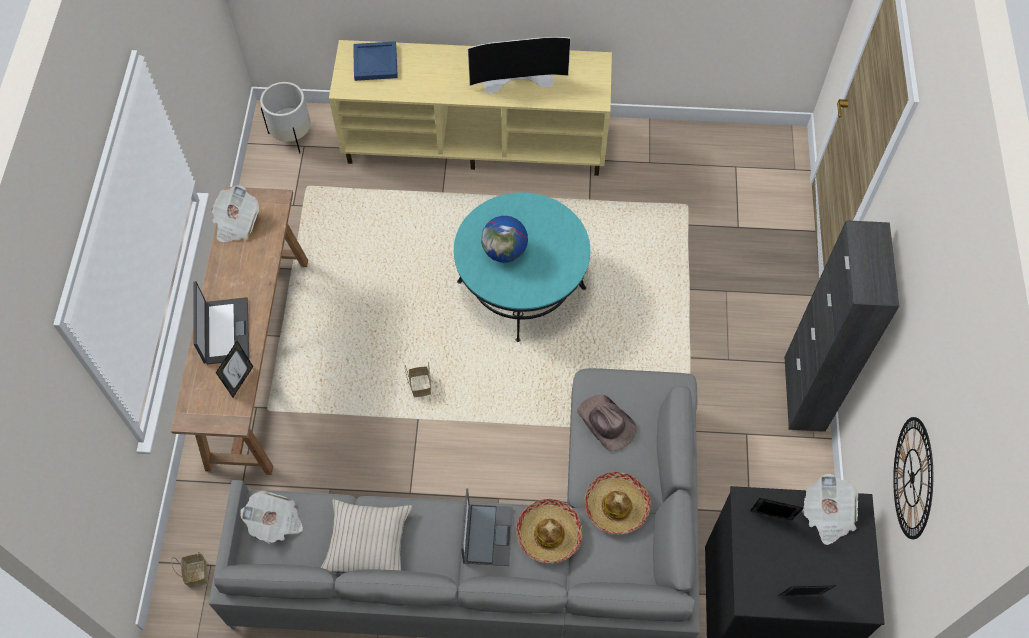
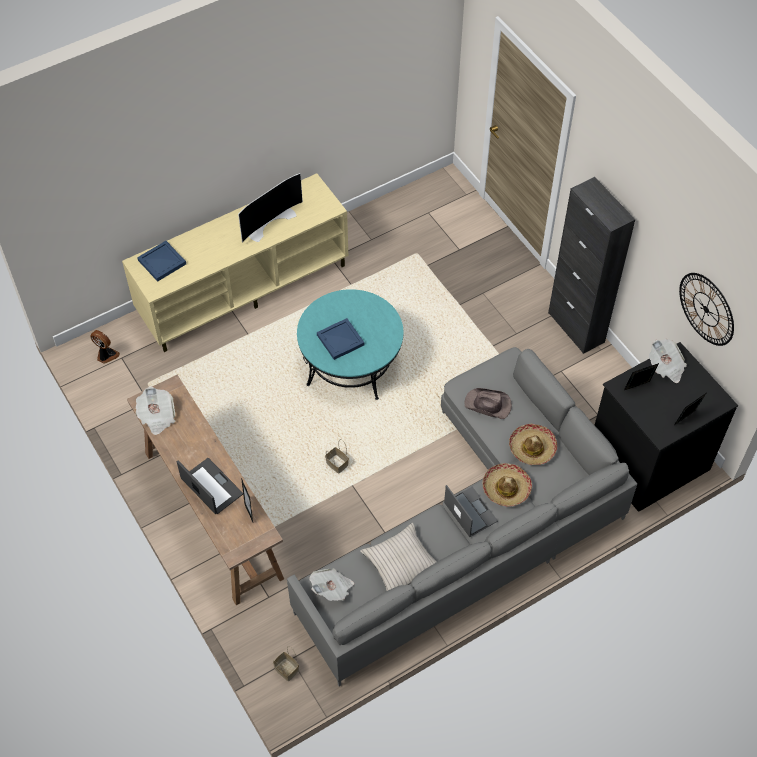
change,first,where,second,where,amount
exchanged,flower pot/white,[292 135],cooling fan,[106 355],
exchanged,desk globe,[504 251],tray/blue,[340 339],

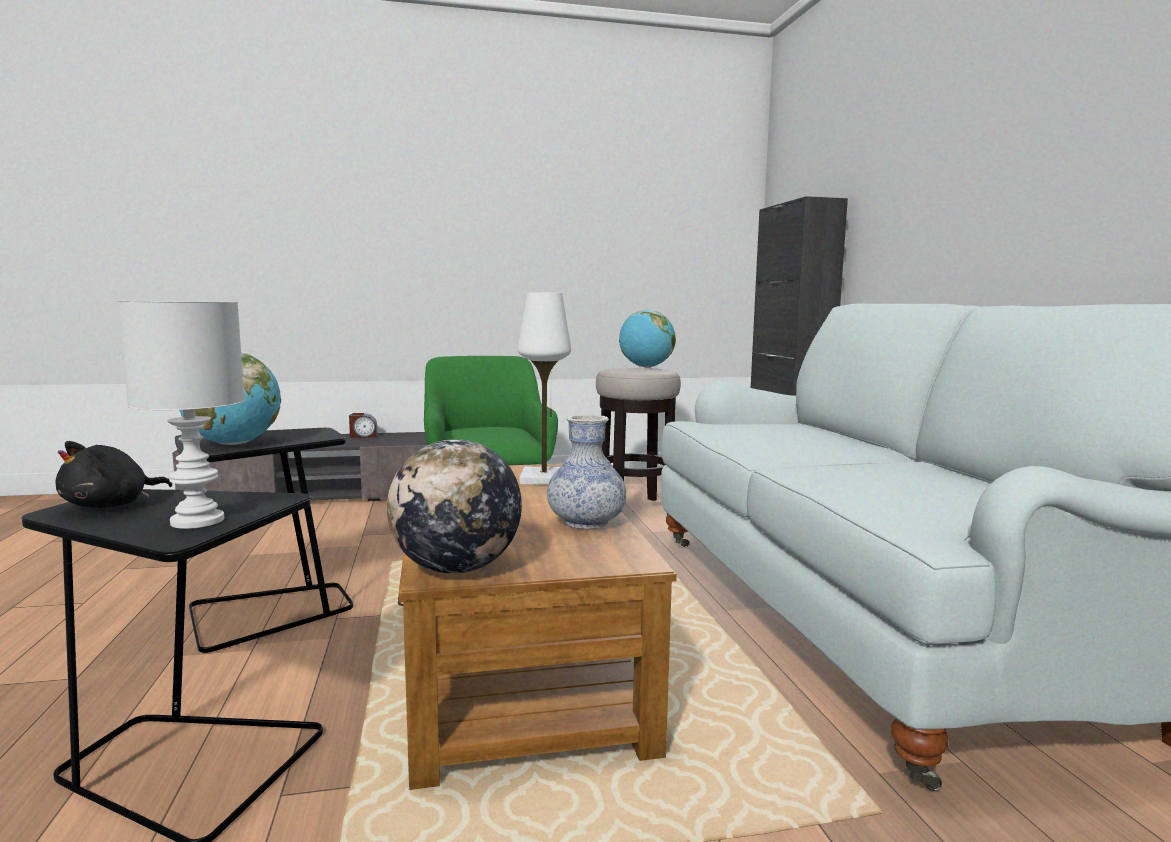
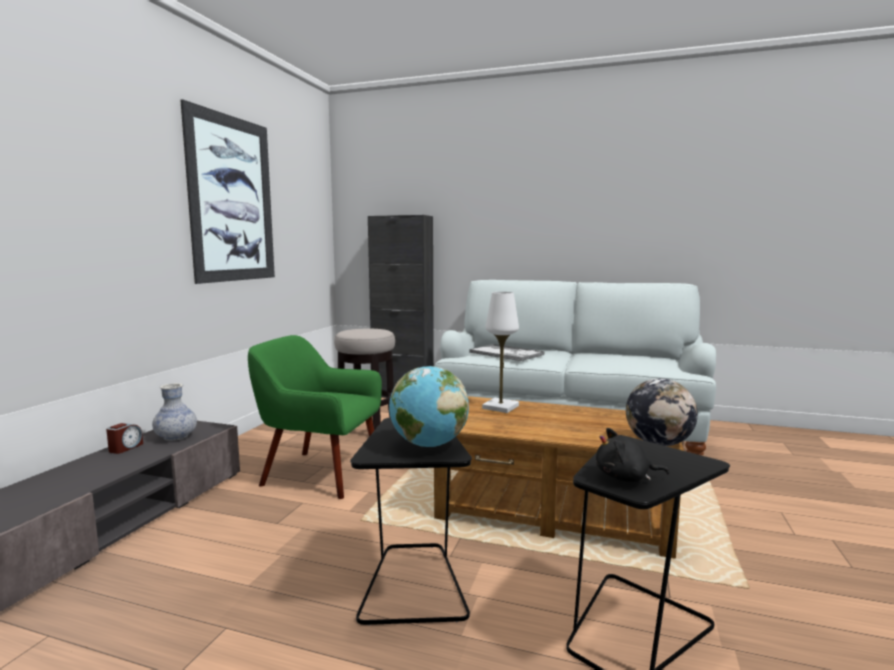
change,first,where,second,where,amount
relocated,decorative vase,[586 522],,[176 437],
appeared,,,picture,[232 199],
appeared,,,tray,[506 353],
spun,soft toy/black,[111 505],,[626 478],120 degrees clockwise
missing,tabletop lamp/white,[199 520],,,
missing,desk globe,[646 367],,,

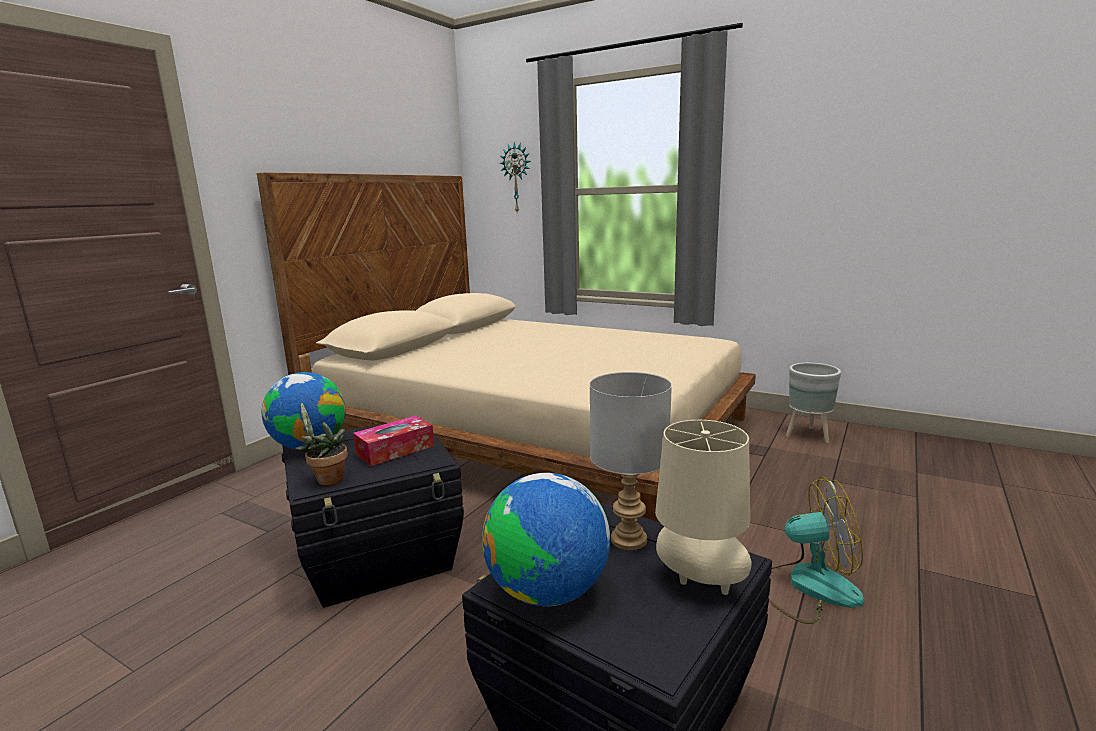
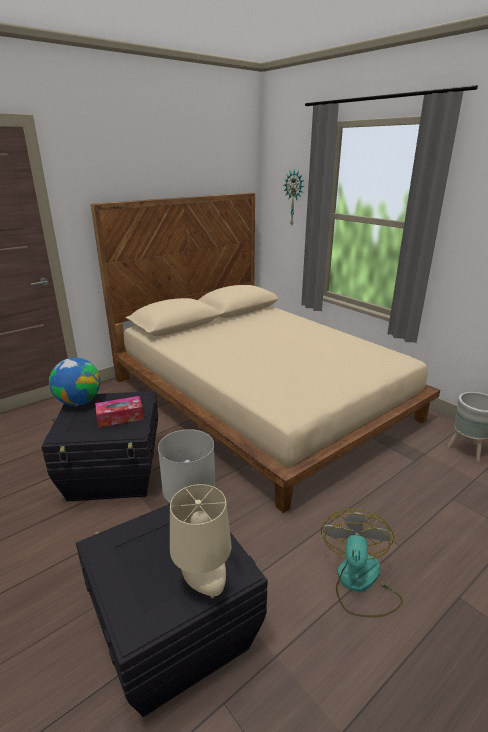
change,first,where,second,where,amount
spun,cooling fan,[807 587],,[359 583],105 degrees counterclockwise
missing,plant in a pot,[327 479],,,
missing,desk globe,[548 592],,,

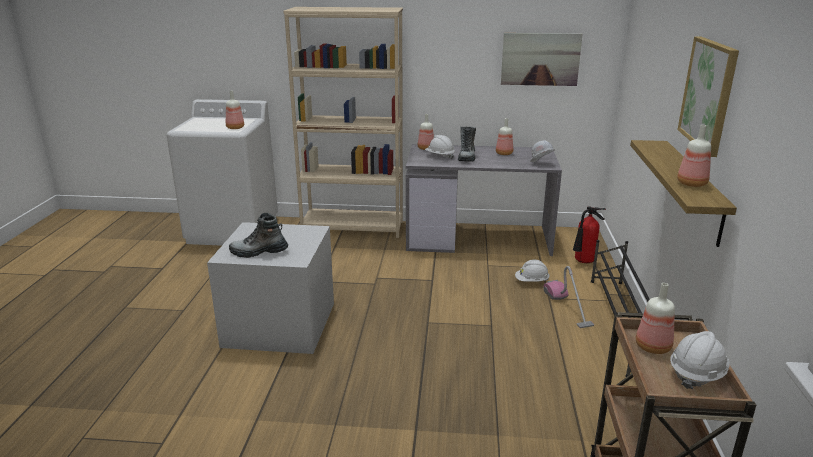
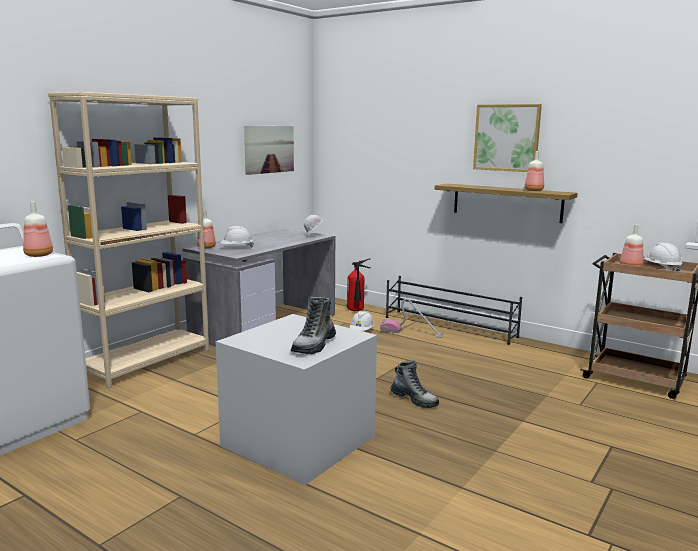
change,first,where,second,where,amount
relocated,tall boot,[467 157],,[414 400],
missing,drink bottle,[503 153],,,

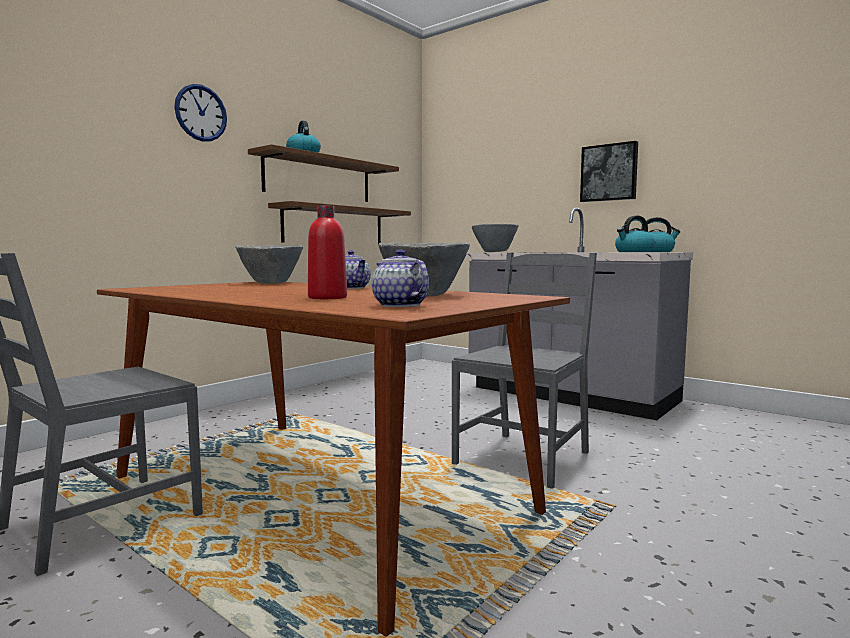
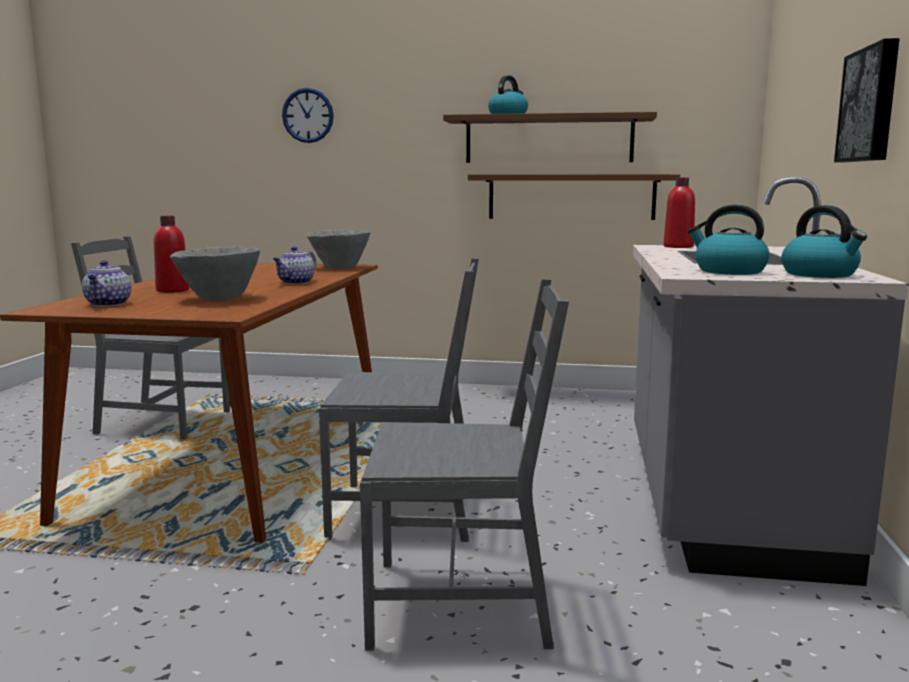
change,first,where,second,where,amount
spun,teapot,[399 305],,[108 304],150 degrees clockwise
relocated,hanging clock,[201 113],,[308 115],
appeared,,,plain chair/grey,[462 603],
exchanged,deep dish/grey,[494 252],drink bottle/red,[678 247],

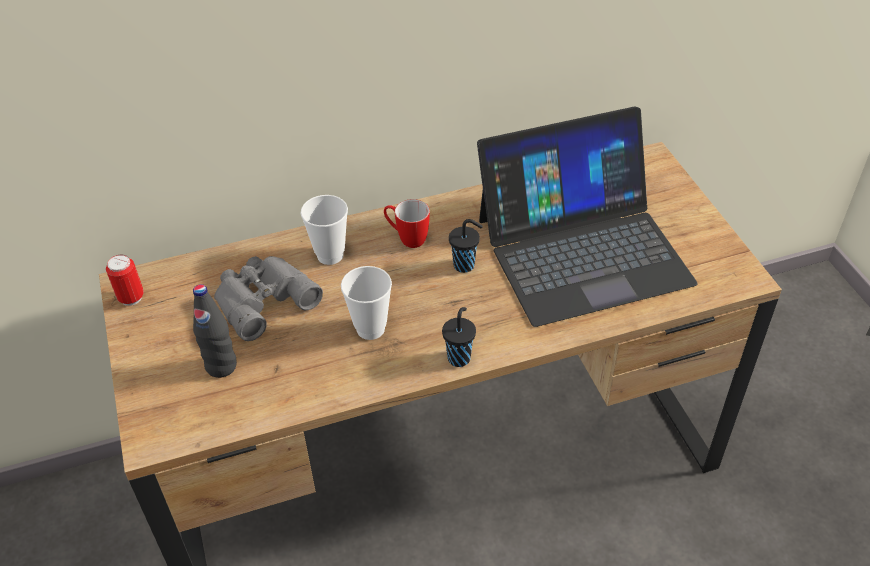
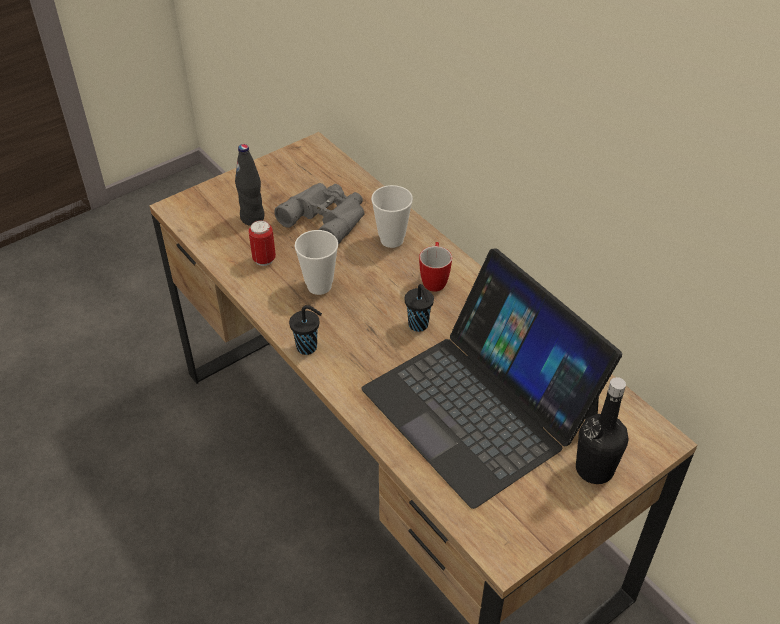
change,first,where,second,where,amount
relocated,metal can,[131 298],,[264 259],
appeared,,,drink bottle/black,[594 469],

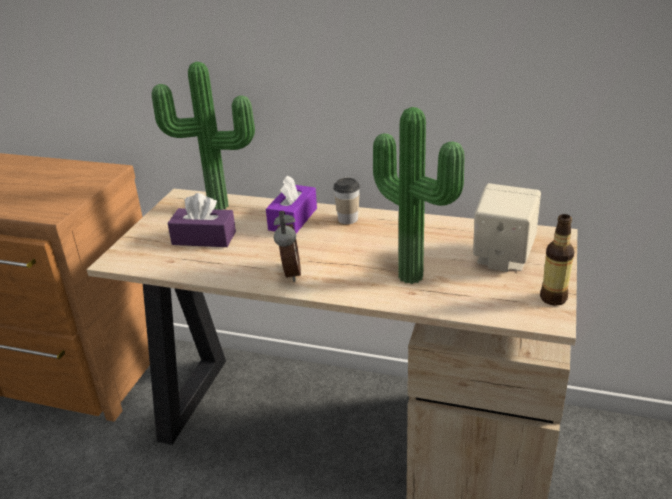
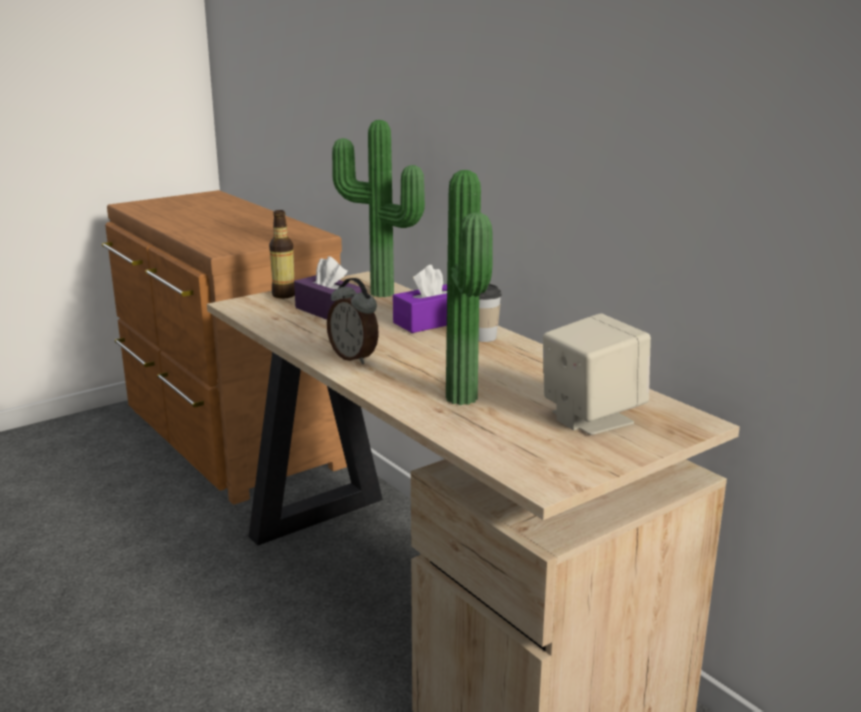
change,first,where,second,where,amount
relocated,drink bottle,[553 298],,[284 295],
spun,bedside clock,[289 273],,[354 357],105 degrees clockwise

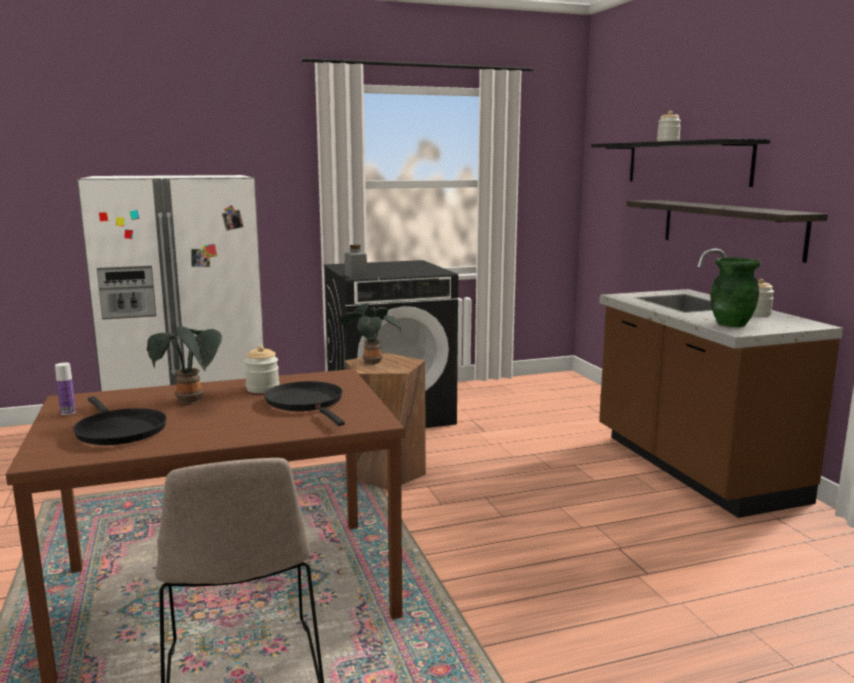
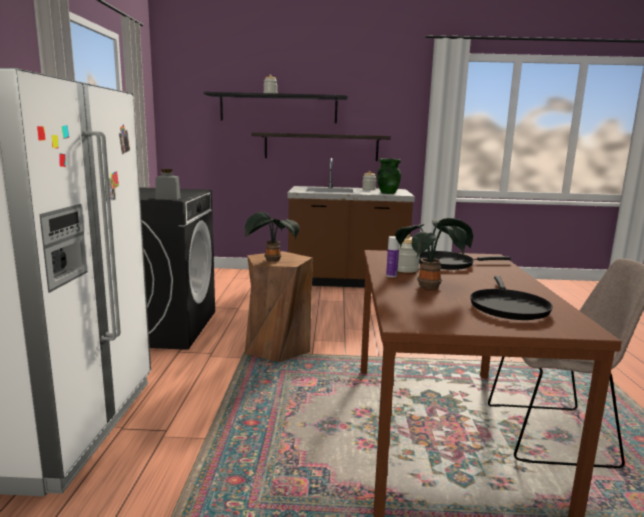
change,first,where,second,where,amount
relocated,drink bottle,[68 412],,[391 275],
spun,skillet/black,[118 430],,[507 307],120 degrees clockwise

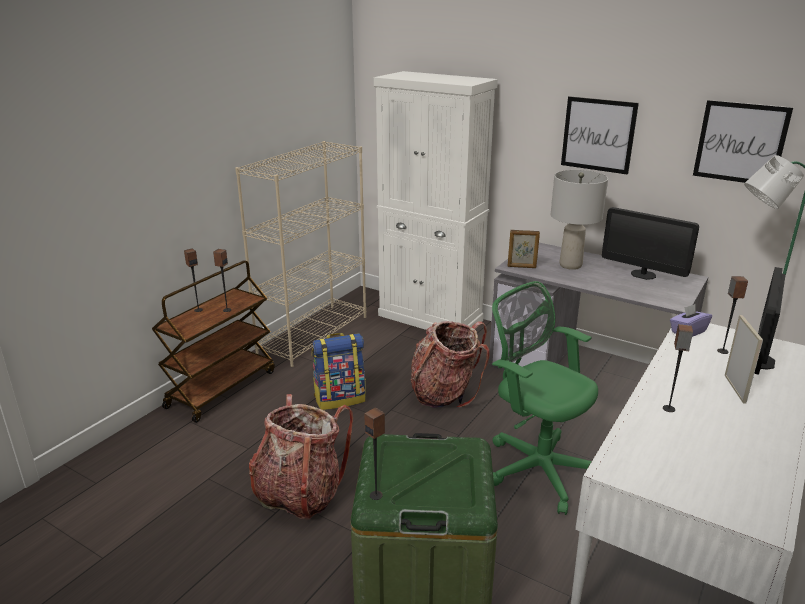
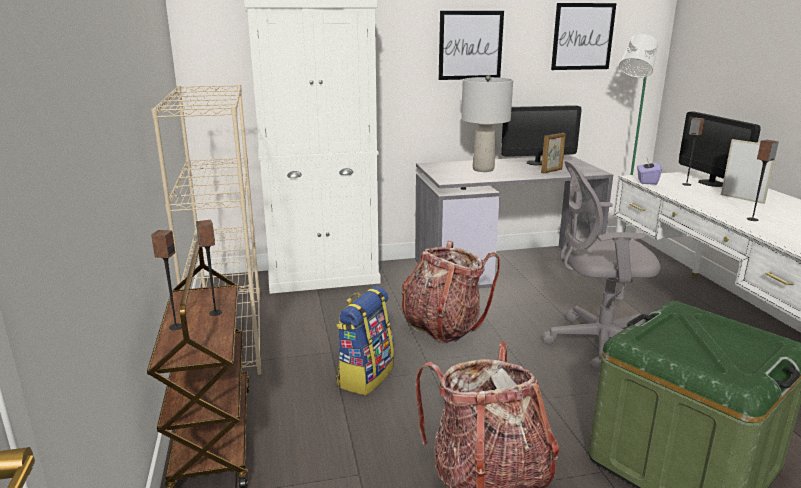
change,first,where,second,where,amount
relocated,photo frame,[521 267],,[552 171],
colour,computer chair/greenish,[537 467],computer chair/grey,[597 343],
missing,loudspeaker,[376 495],,,

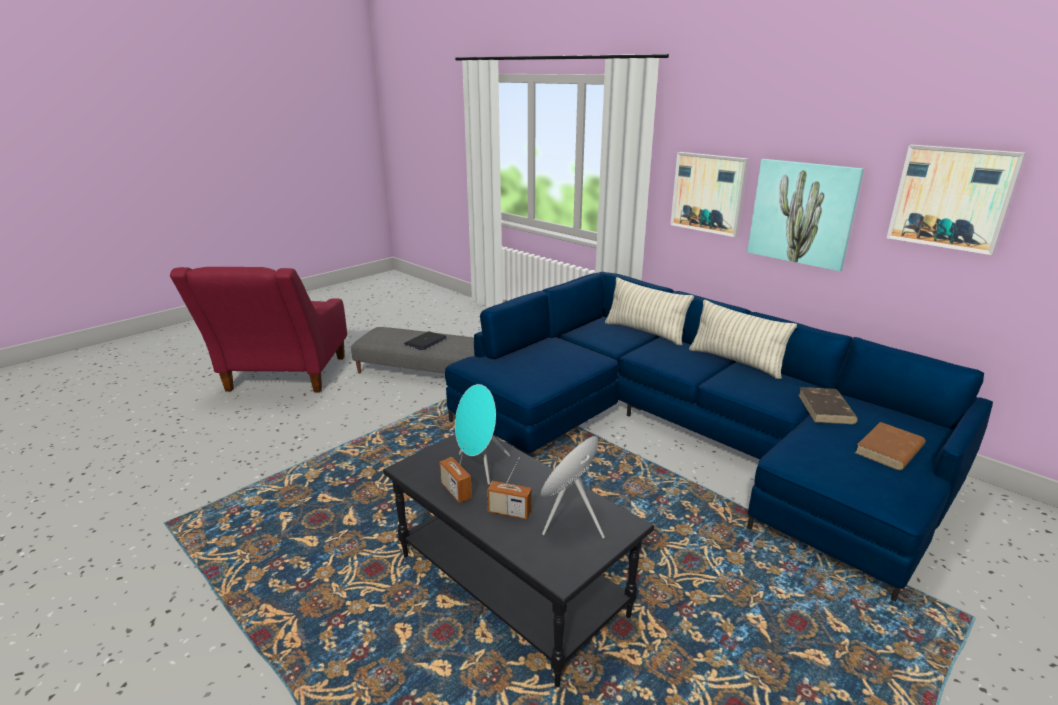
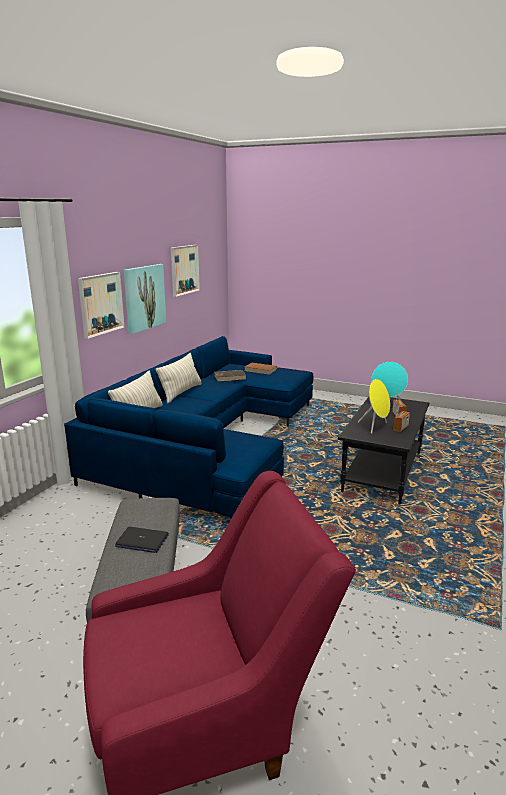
change,first,where,second,where,amount
colour,loudspeaker/turquoise,[480 466],loudspeaker/yellow-coloured,[375 427],

